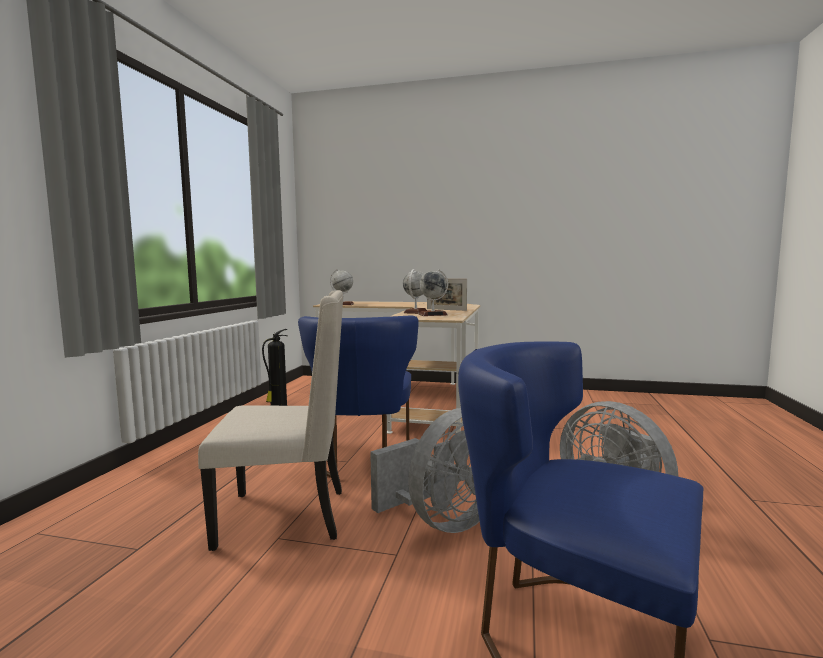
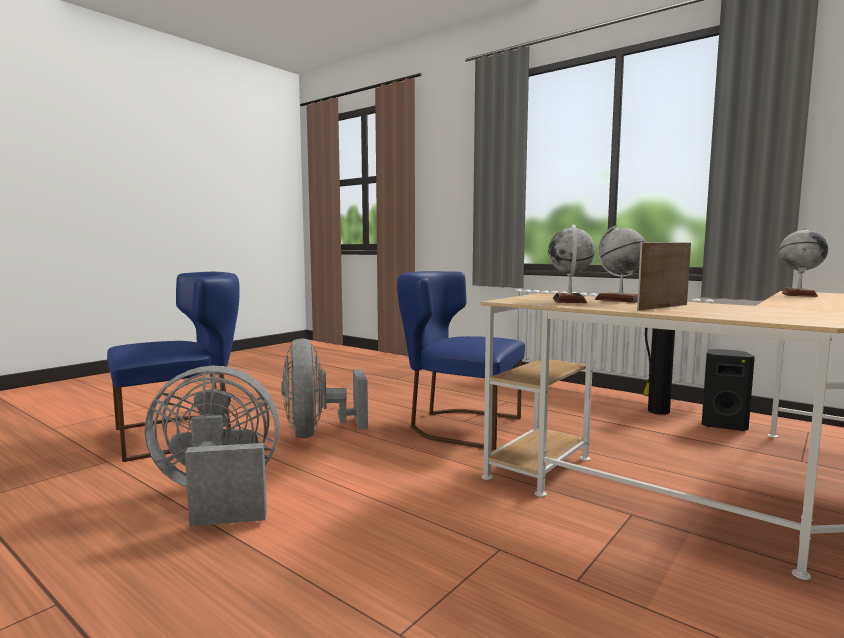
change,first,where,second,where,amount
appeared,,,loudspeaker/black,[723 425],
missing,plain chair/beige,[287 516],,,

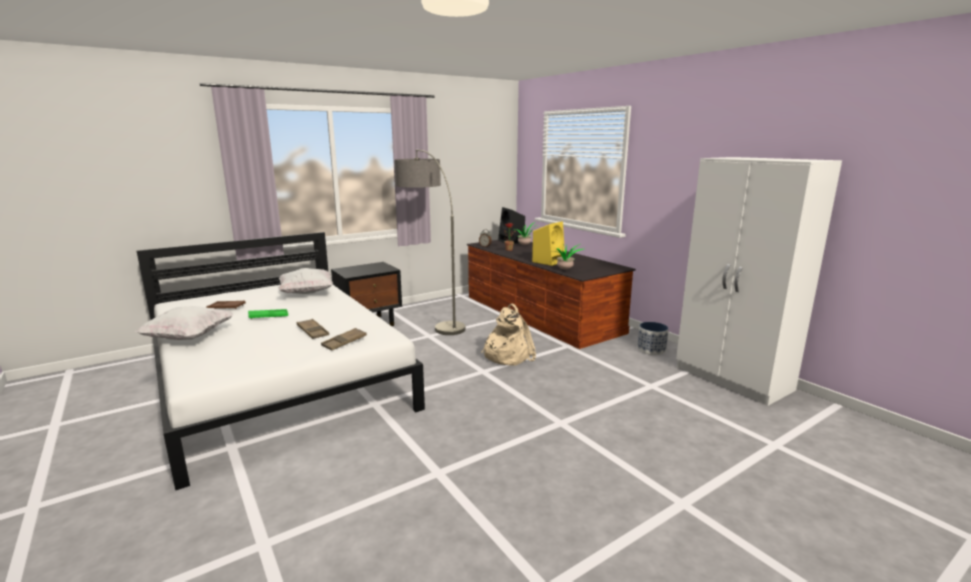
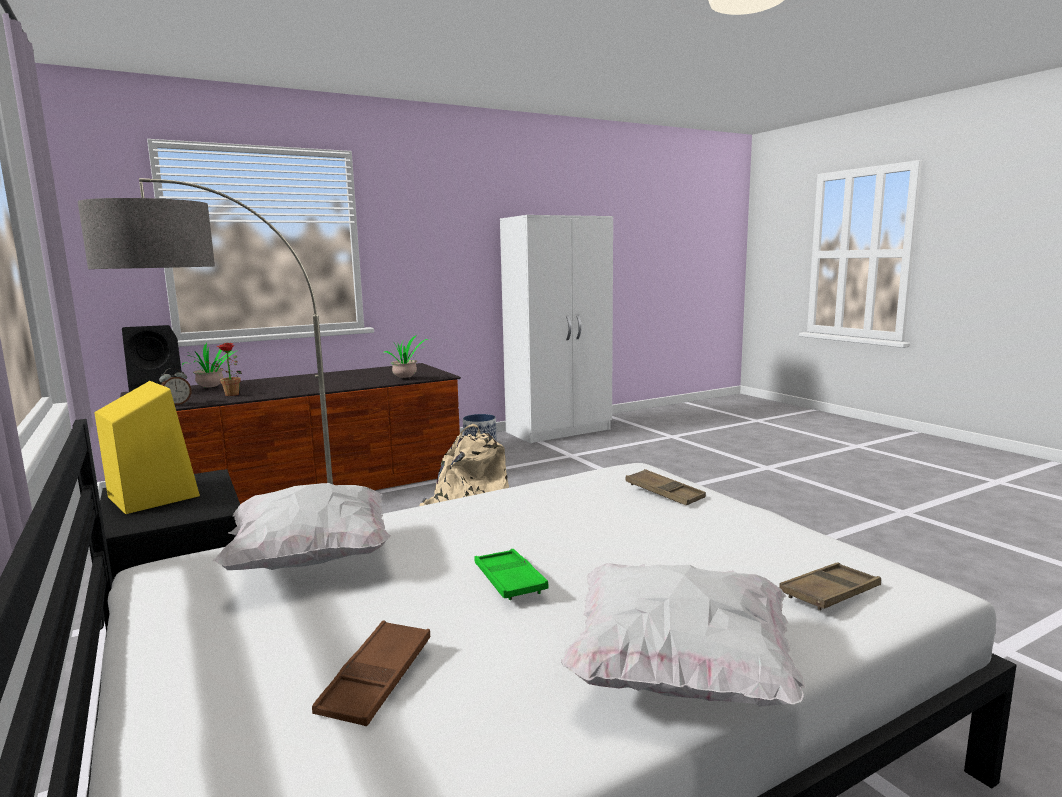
change,first,where,second,where,amount
relocated,loudspeaker/yellow-coloured,[549 261],,[152 496],
relocated,tray/brown,[313 332],,[830 593],

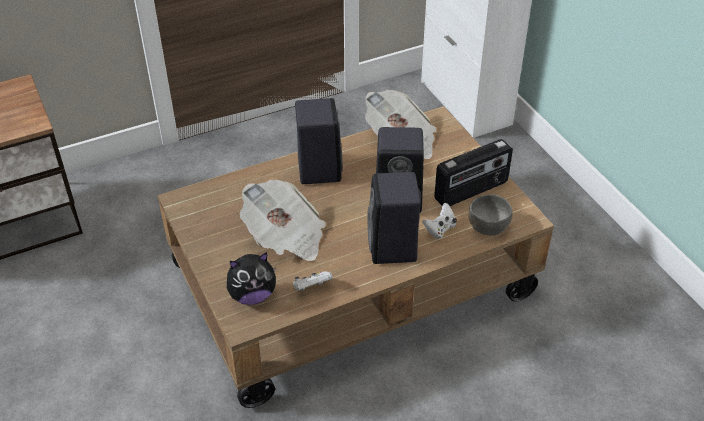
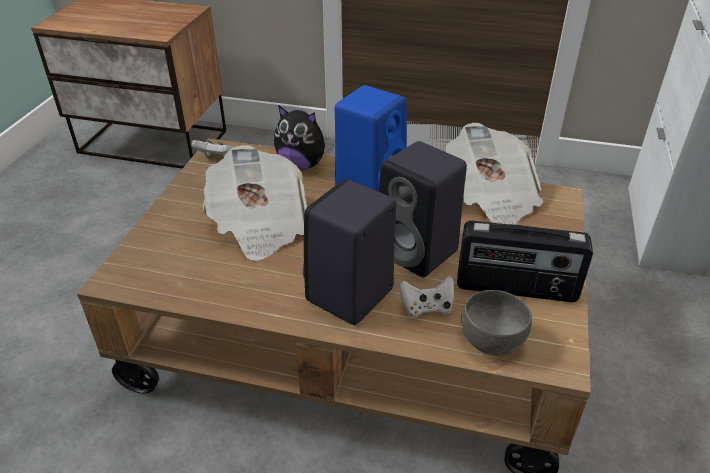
change,first,where,second,where,amount
relocated,gamepad/white,[311 288],,[216 158],
relocated,soft toy,[252 295],,[302 164],
colour,loudspeaker/black,[318 168],loudspeaker/blue,[371 183],

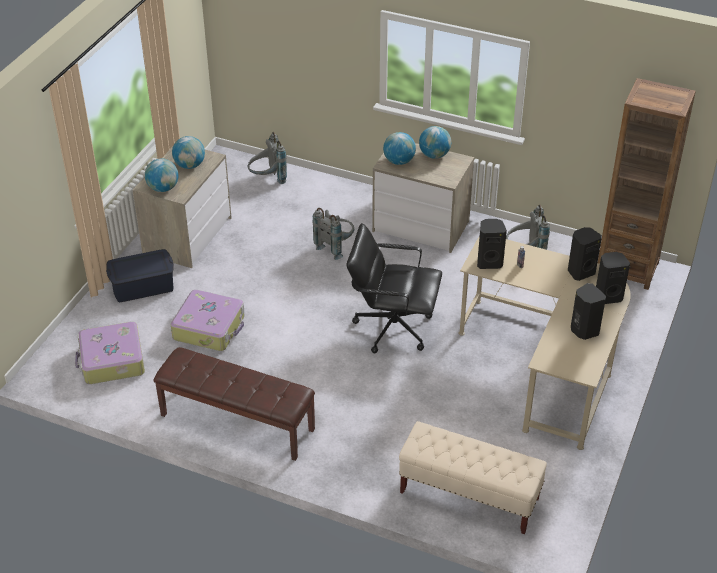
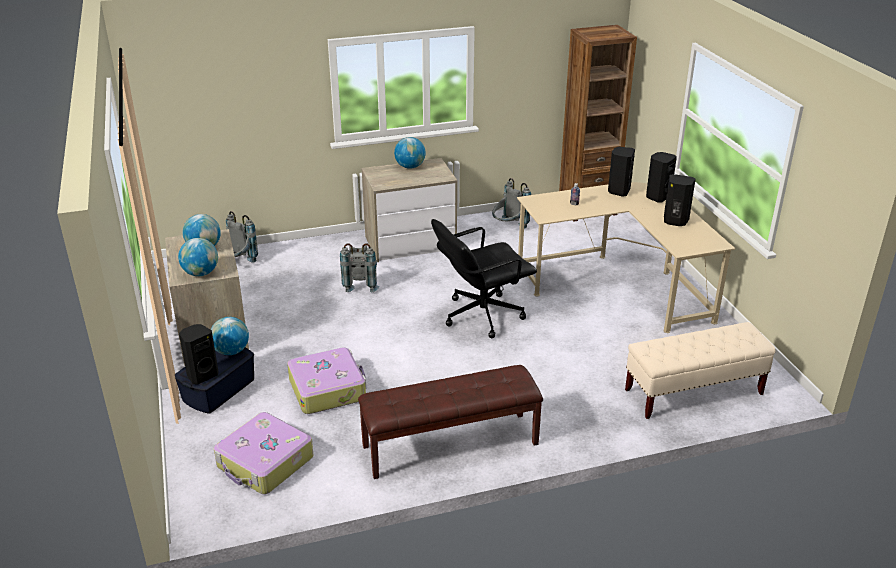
change,first,where,second,where,amount
relocated,loudspeaker/black,[489 262],,[201 375],
relocated,desk globe,[399 161],,[231 351],

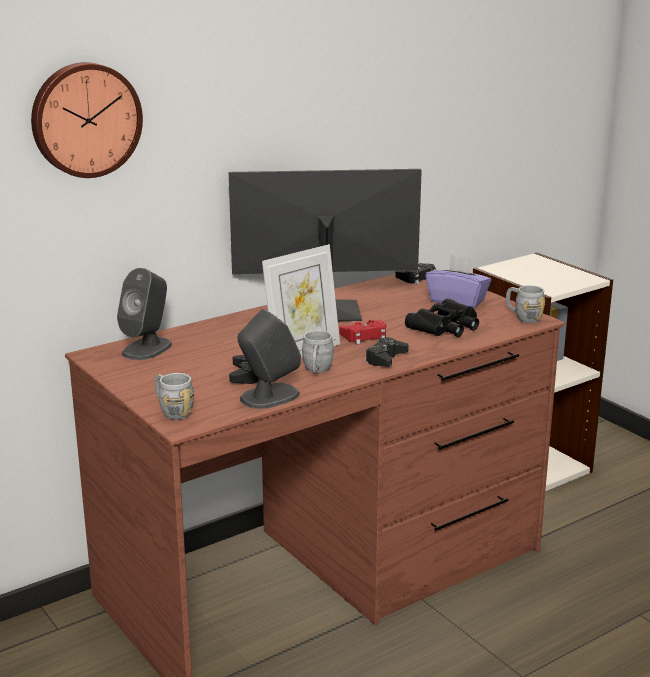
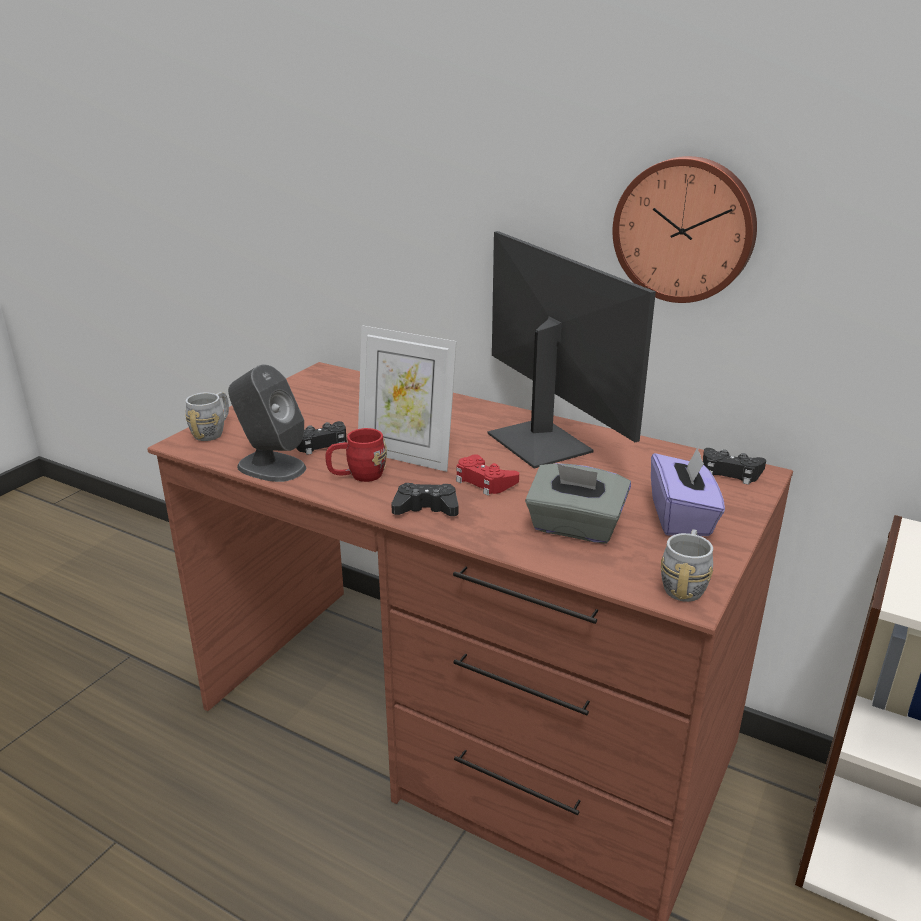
change,first,where,second,where,amount
colour,coffee mug/grey,[317 370],coffee mug/red,[358 476],
exchanged,binoculars/black,[446 326],tissue box/grey,[575 527],
relocated,hanging clock,[85 119],,[685 229],
missing,loudspeaker/grey,[147 348],,,

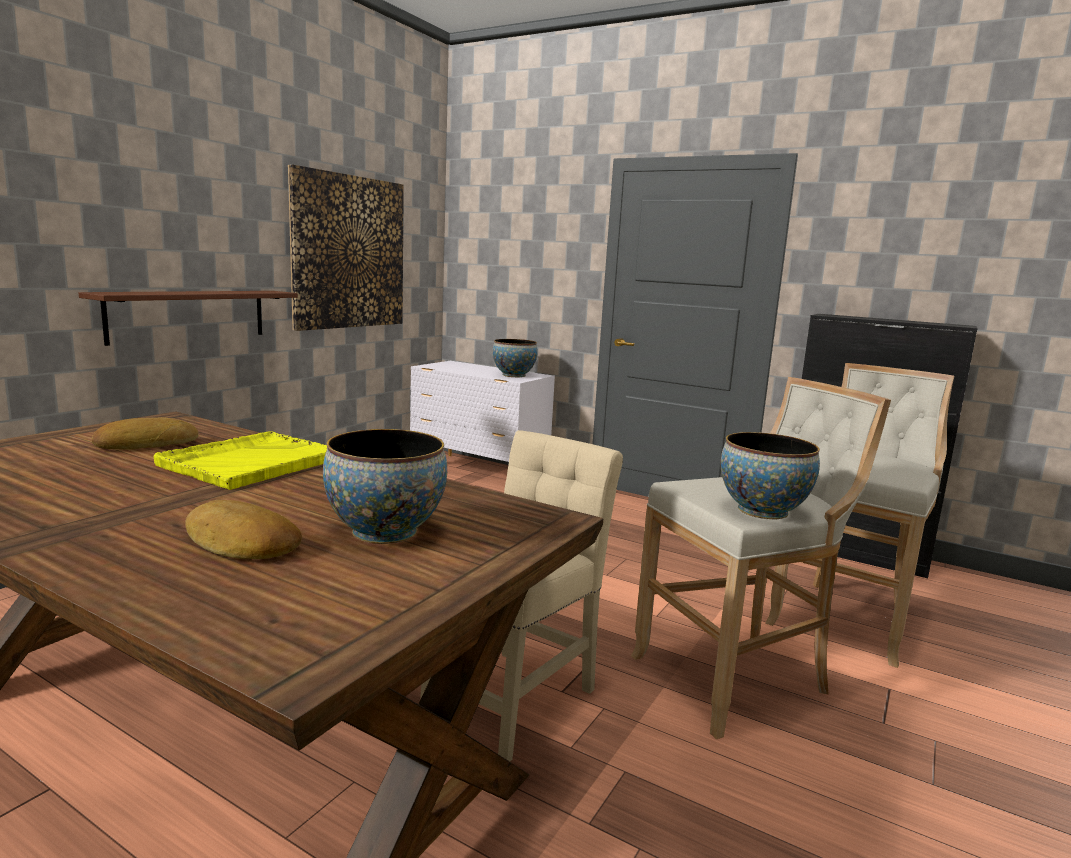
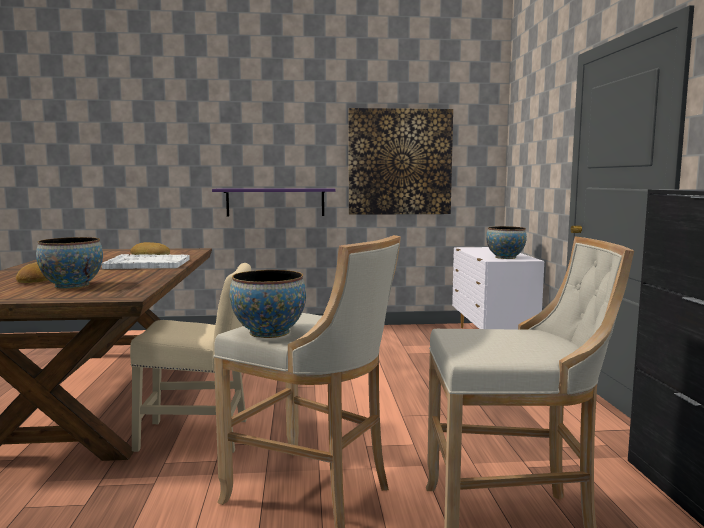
change,first,where,second,where,amount
colour,tray/yellow-coloured,[251 462],tray/white,[147 264],
colour,bracket shelf/brown,[189 315],bracket shelf/purple-coloured,[275 202],

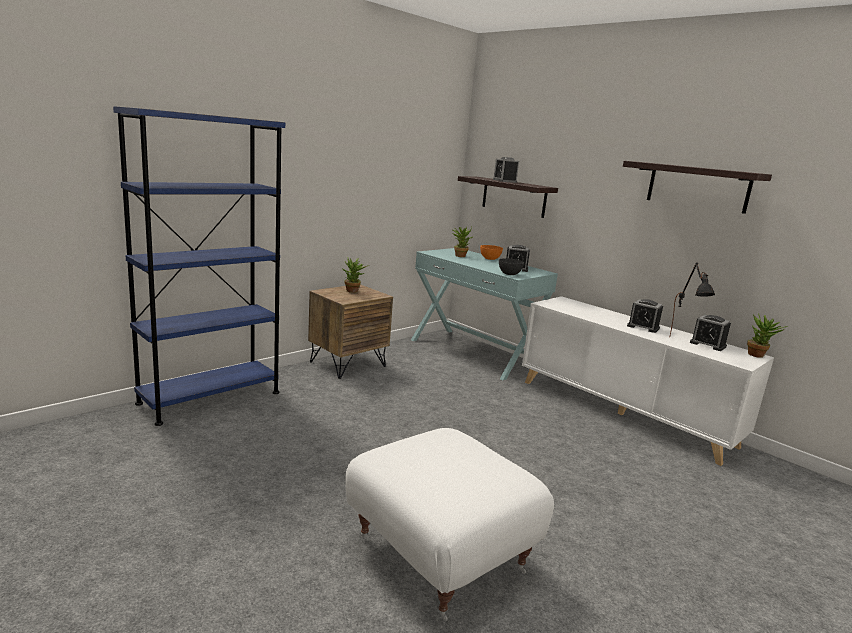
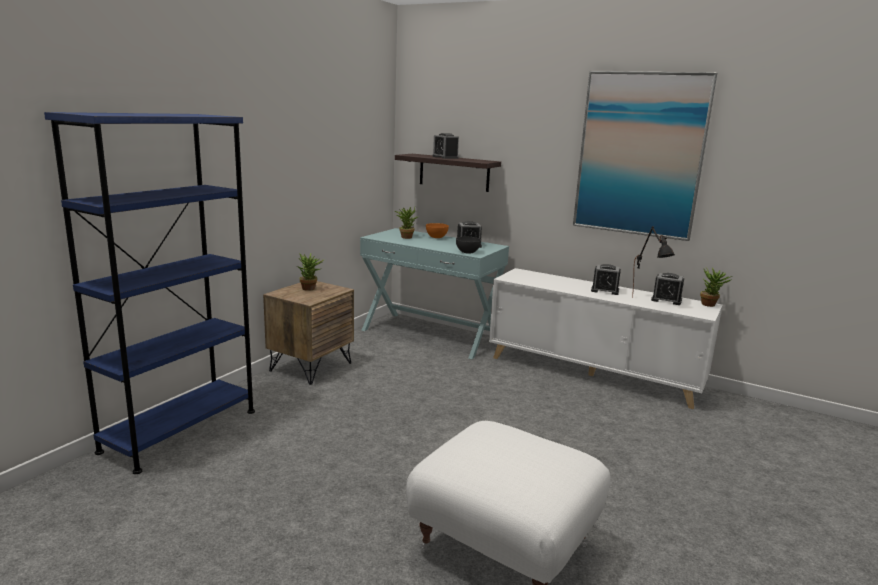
change,first,where,second,where,amount
exchanged,bracket shelf,[697 187],picture,[640 155],

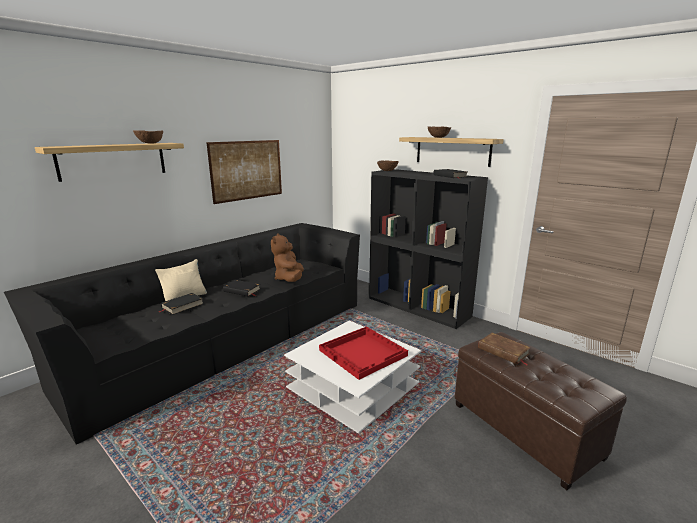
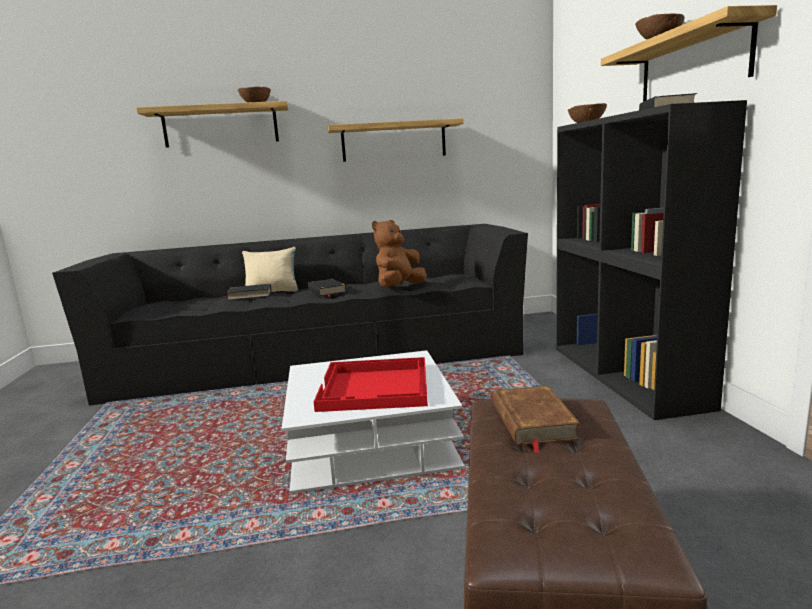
change,first,where,second,where,amount
exchanged,picture,[247 170],bracket shelf,[394 141],

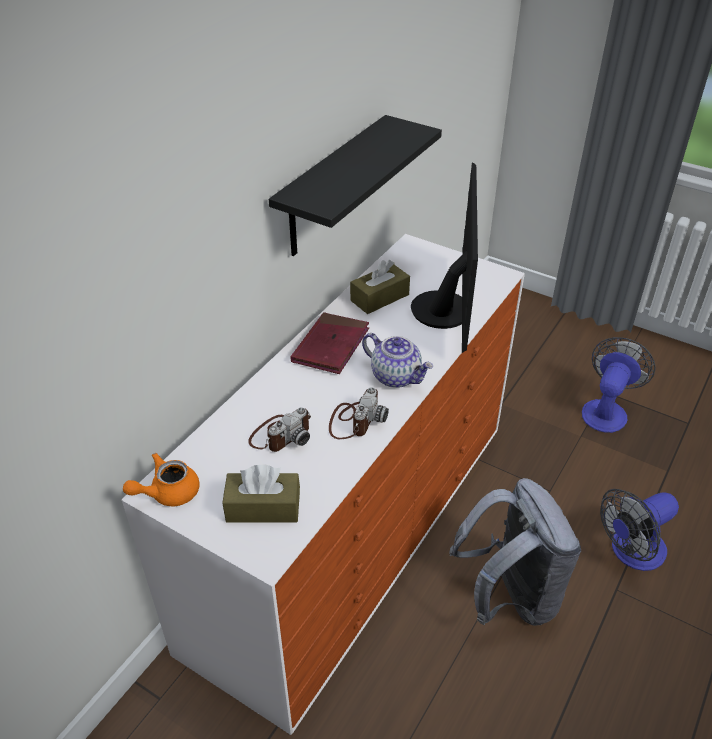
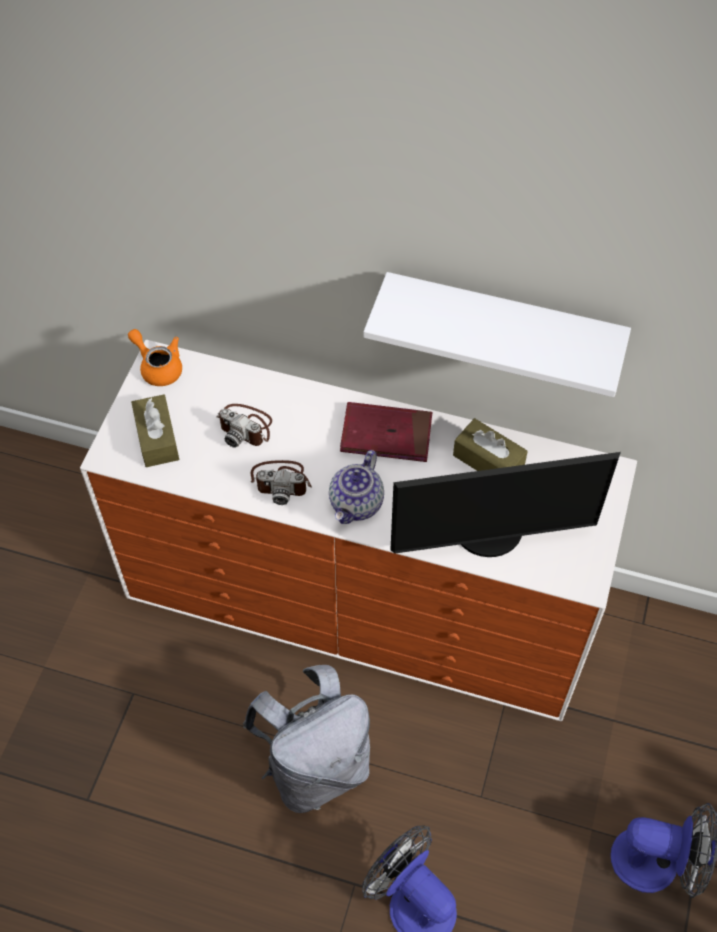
change,first,where,second,where,amount
colour,bracket shelf/black,[332 188],bracket shelf/white,[502 328],

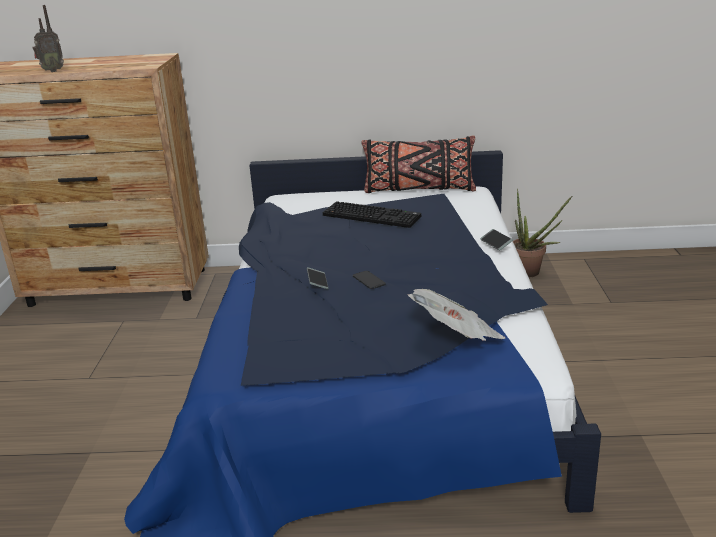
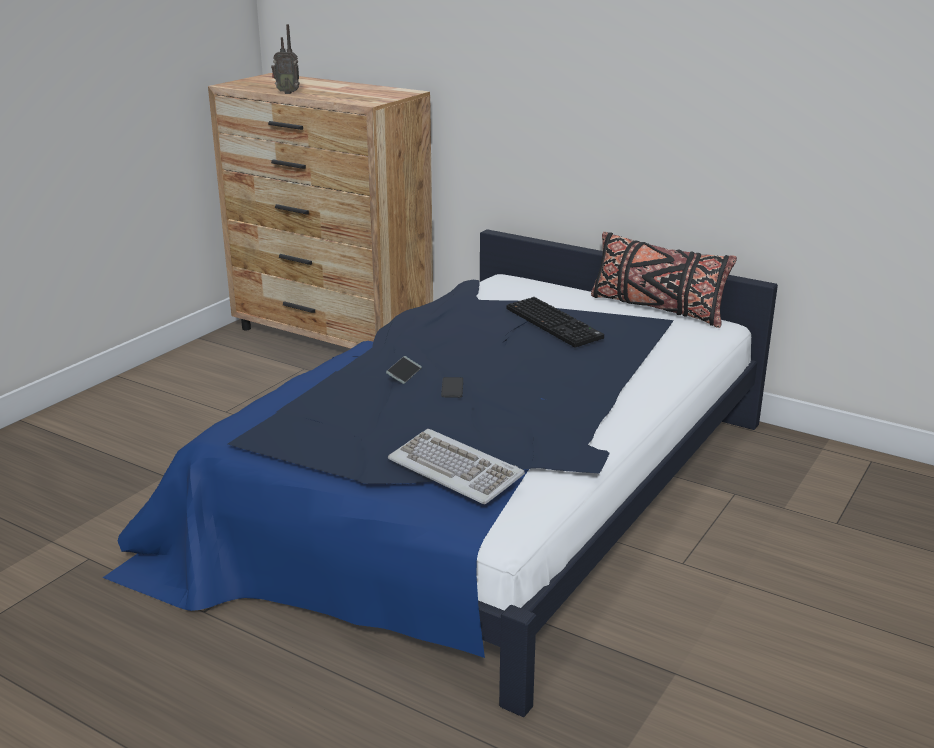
change,first,where,second,where,amount
exchanged,newspaper,[457 337],computer keyboard,[456 470],
missing,handset,[496 243],,,
missing,plant in a pot,[532 273],,,

